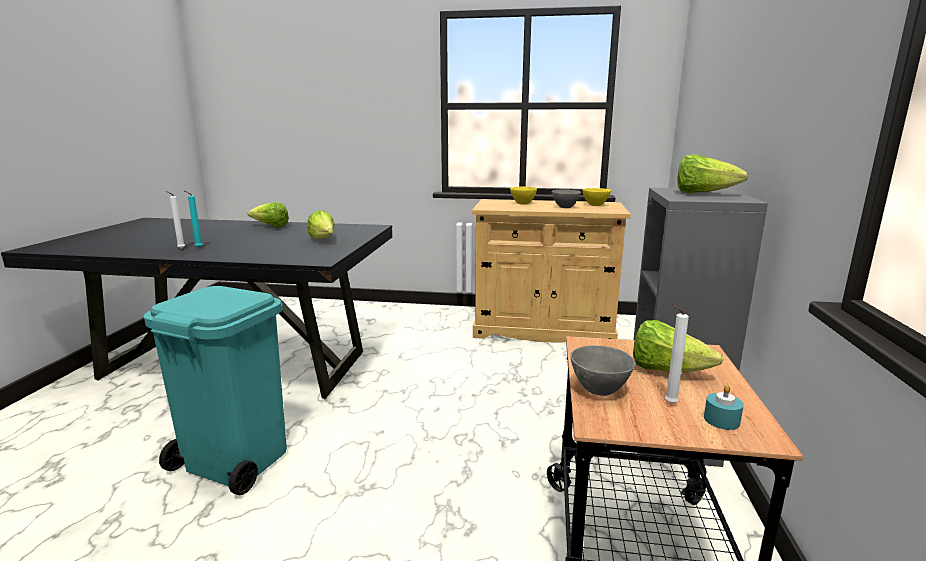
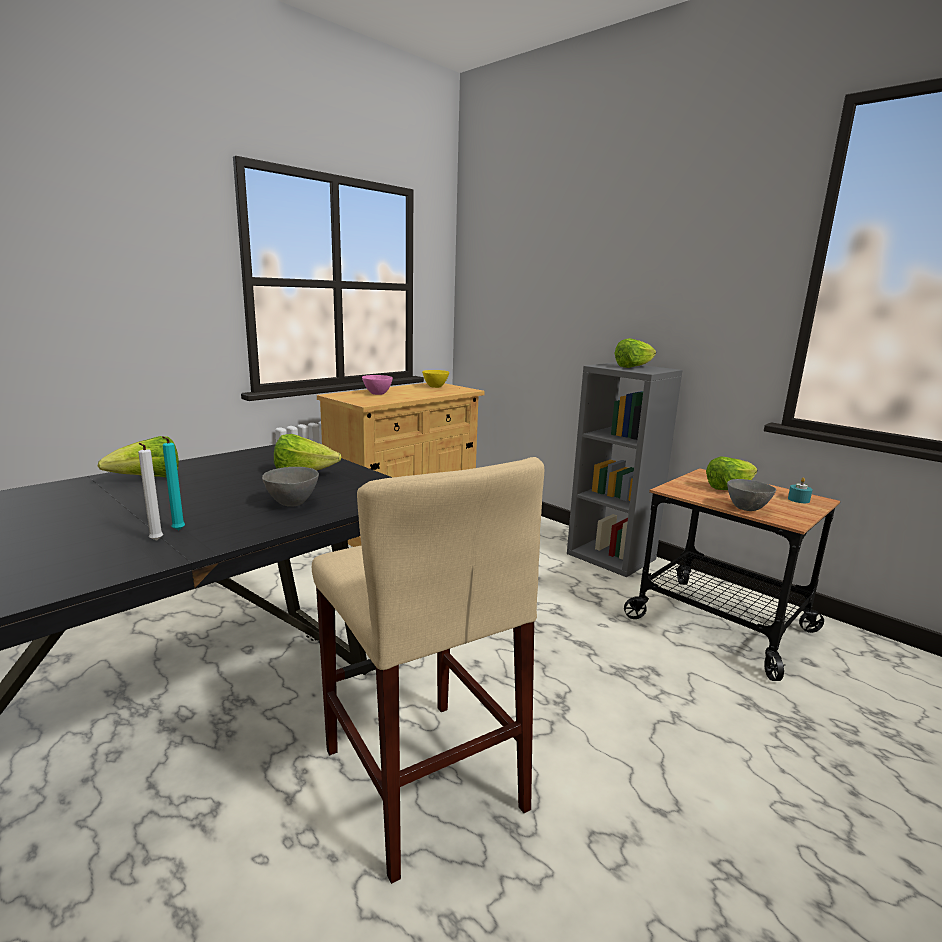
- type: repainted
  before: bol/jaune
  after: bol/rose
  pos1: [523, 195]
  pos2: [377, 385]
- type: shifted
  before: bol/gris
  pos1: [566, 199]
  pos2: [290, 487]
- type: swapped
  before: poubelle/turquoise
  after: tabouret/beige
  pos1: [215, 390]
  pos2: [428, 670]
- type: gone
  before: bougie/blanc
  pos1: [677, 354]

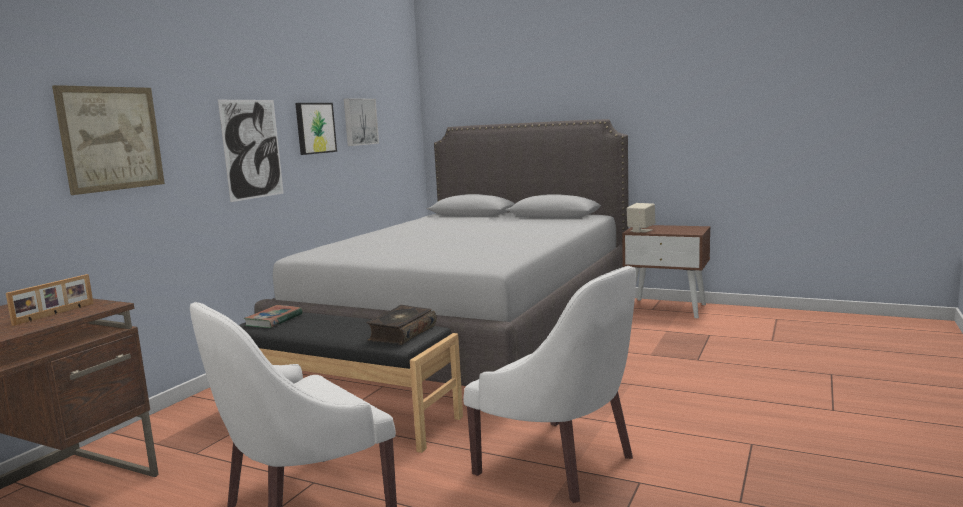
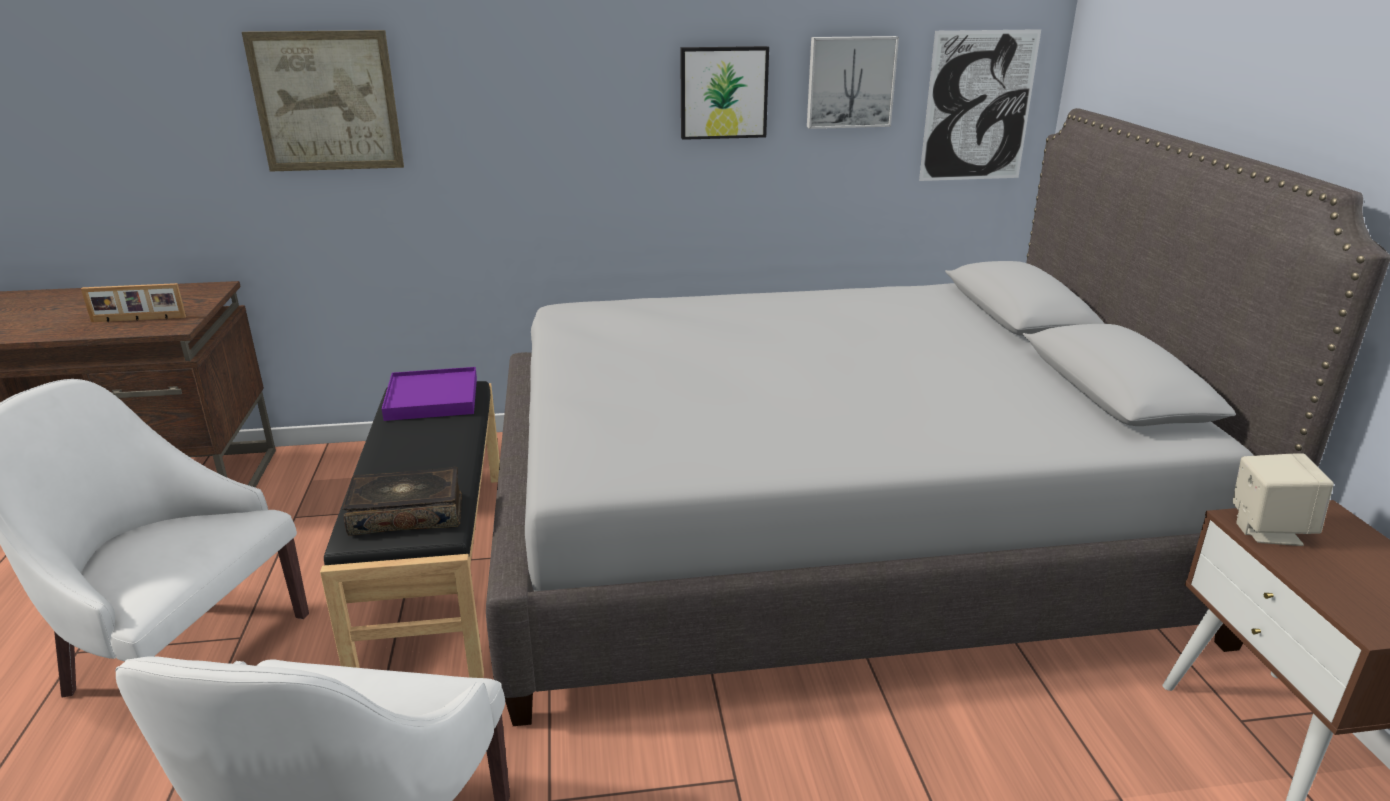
- type: shifted
  before: tableau
  pos1: [251, 151]
  pos2: [980, 105]
- type: swapped
  before: livre
  after: plateau/violet
  pos1: [273, 316]
  pos2: [429, 394]

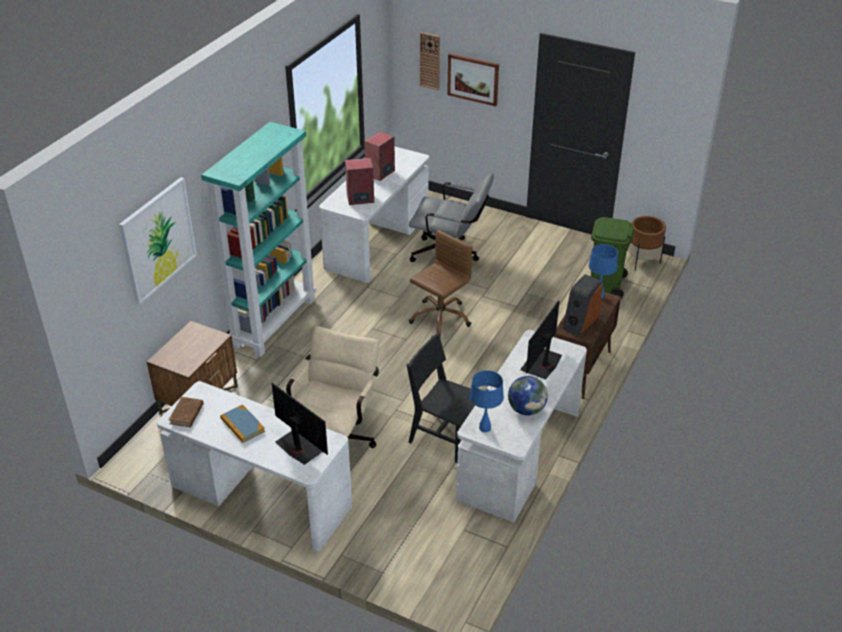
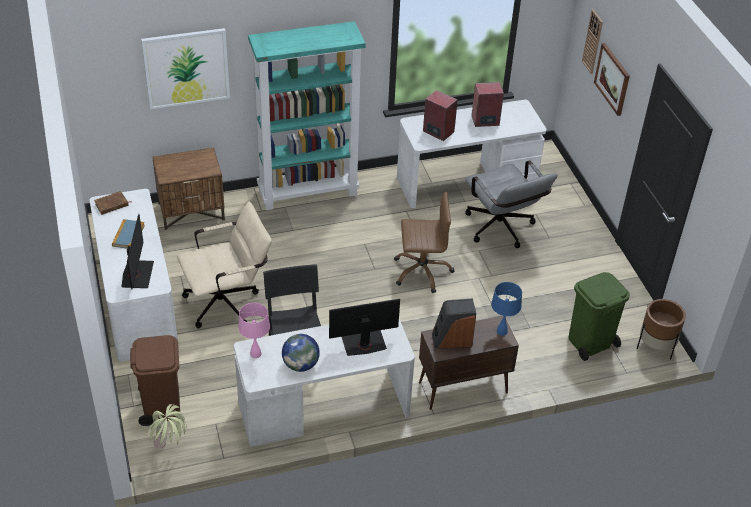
- type: repainted
  before: lampe de table/bleu
  after: lampe de table/rose
  pos1: [487, 401]
  pos2: [254, 330]
- type: new
  after: poubelle/marron
  pos2: [155, 380]
- type: new
  after: plante en pot
  pos2: [166, 426]

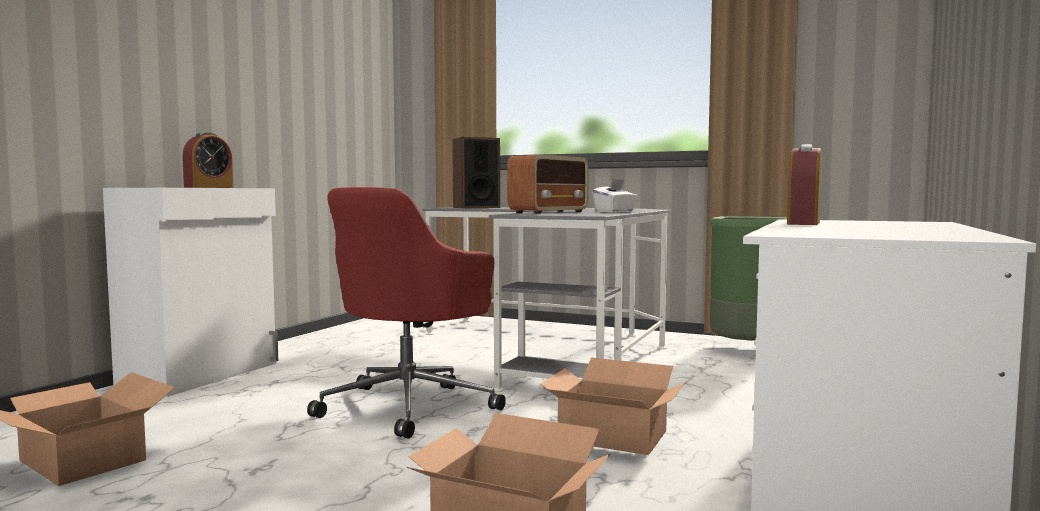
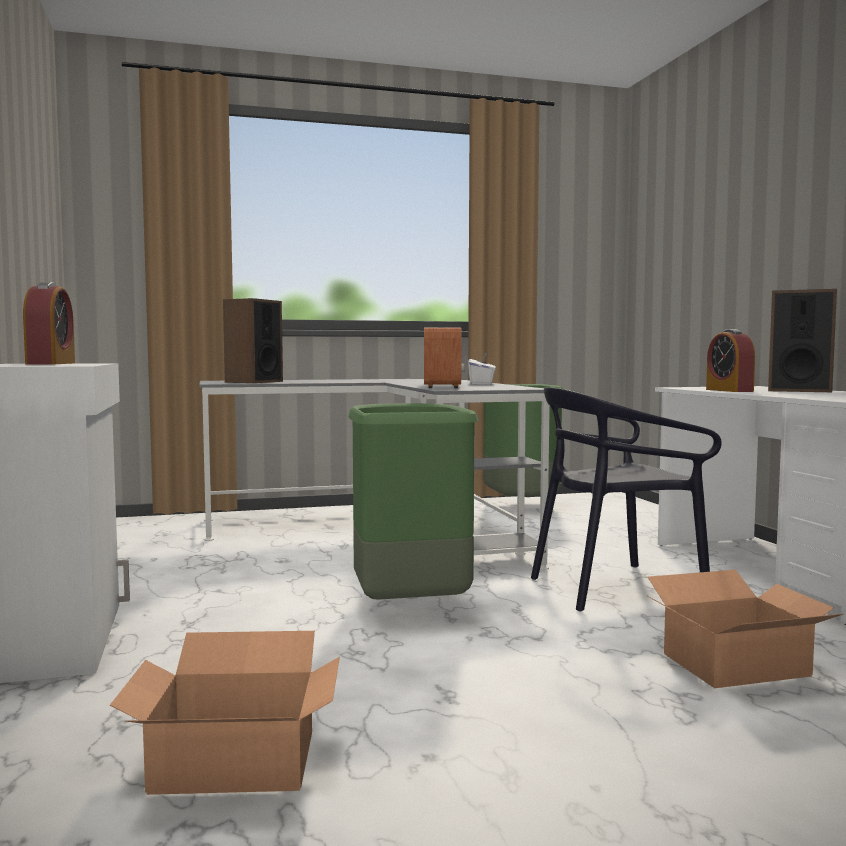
- type: swapped
  before: chaise de bureau/rouge
  after: poubelle/vert
  pos1: [406, 312]
  pos2: [413, 501]
- type: swapped
  before: carton
  after: chaise/noir
  pos1: [613, 406]
  pos2: [626, 499]
- type: new
  after: enceinte
  pos2: [802, 340]

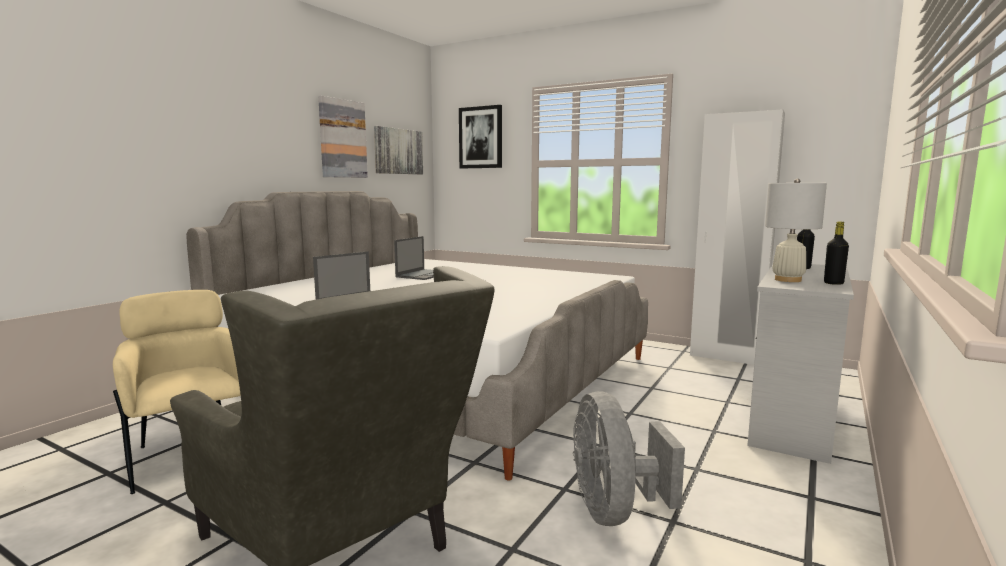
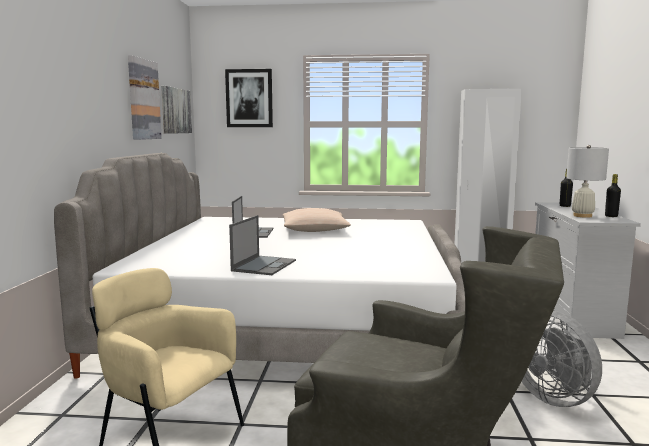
- type: new
  after: coussin/beige
  pos2: [316, 220]

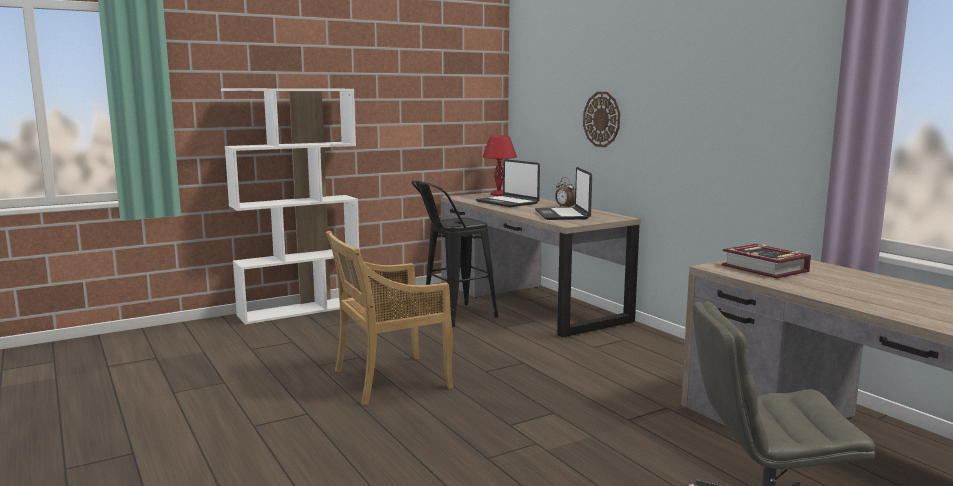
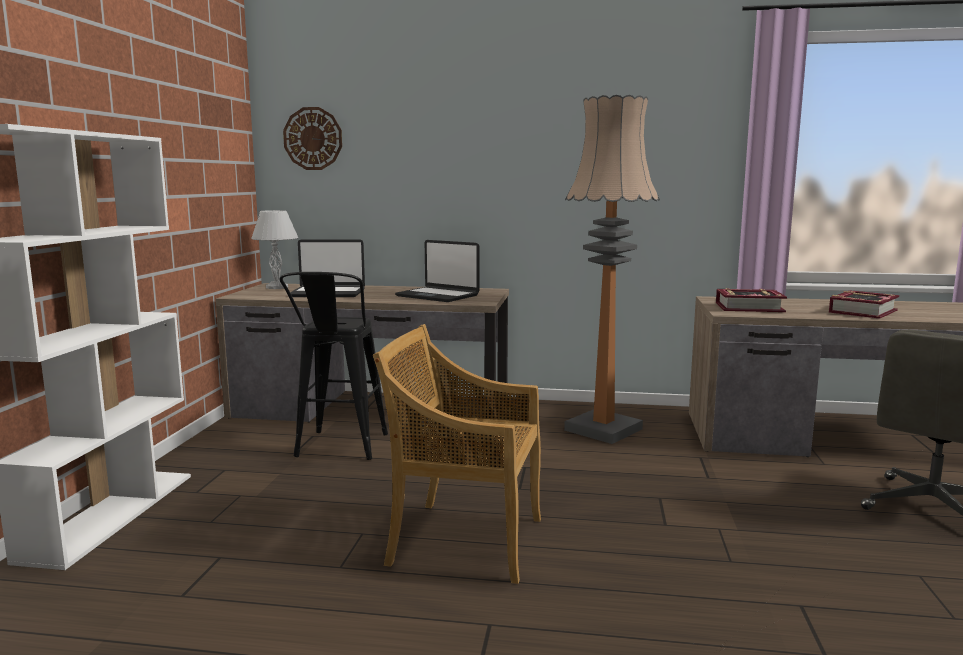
- type: shifted
  before: horloge murale
  pos1: [601, 119]
  pos2: [312, 138]
- type: repainted
  before: lampe de table/rouge
  after: lampe de table/blanc
  pos1: [499, 166]
  pos2: [274, 249]
- type: gone
  before: réveil
  pos1: [565, 192]
- type: rotated
  before: chaise/beige
  pos1: [389, 318]
  pos2: [457, 454]
  turn: 90
- type: new
  after: lampadaire
  pos2: [611, 269]
- type: new
  after: livre
  pos2: [864, 304]

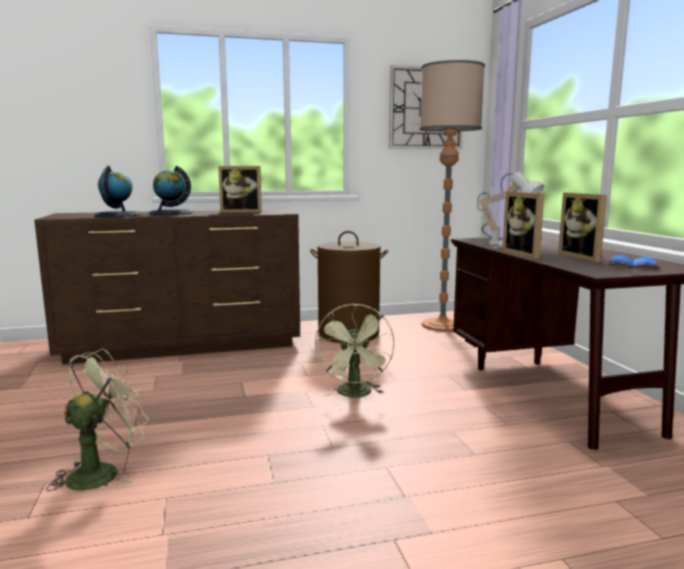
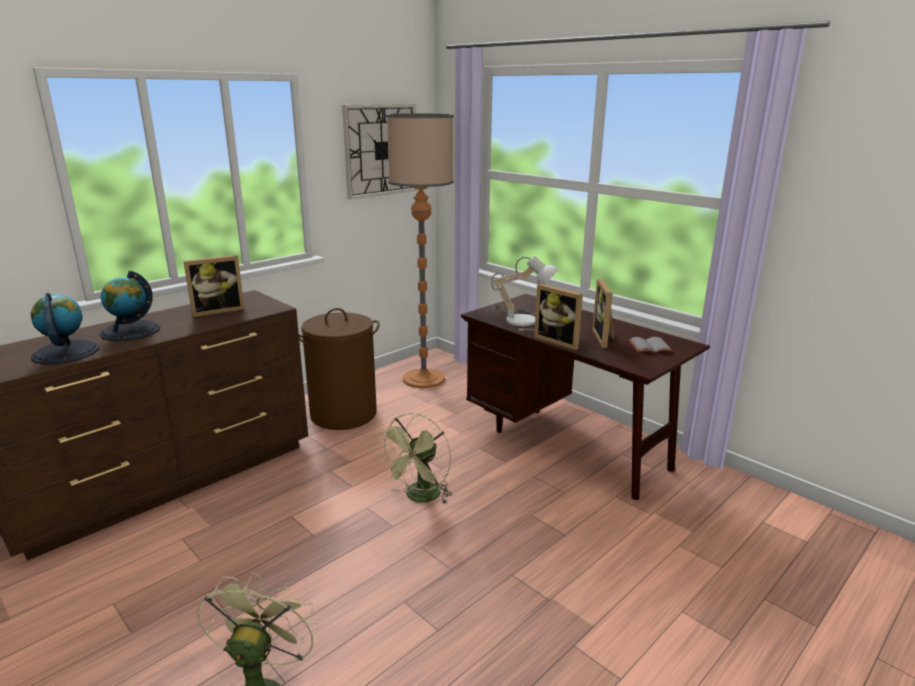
- type: rotated
  before: cadre photo
  pos1: [582, 227]
  pos2: [603, 313]
  turn: 45
- type: repainted
  before: livre/bleu
  after: livre/gris
  pos1: [633, 262]
  pos2: [651, 345]
- type: rotated
  before: ventilateur/vert
  pos1: [354, 351]
  pos2: [414, 459]
  turn: 60

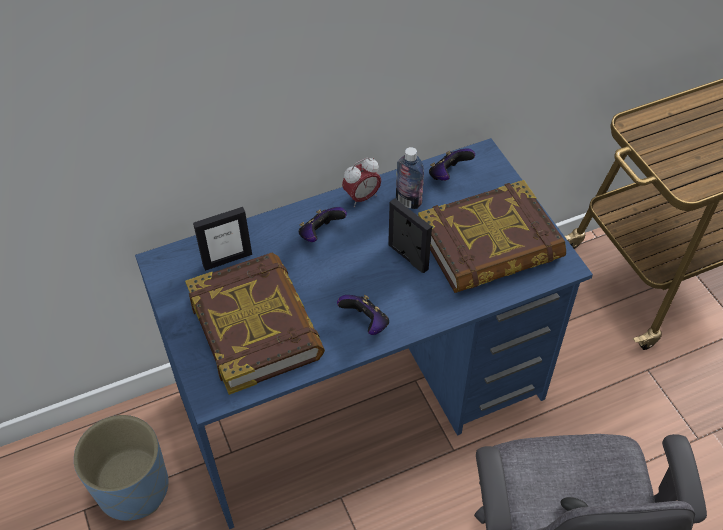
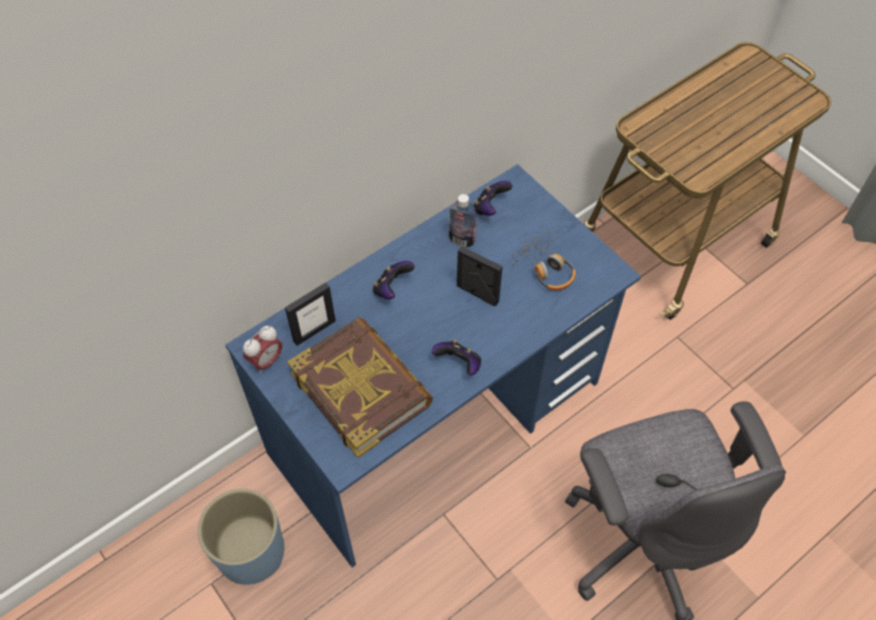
- type: shifted
  before: réveil
  pos1: [361, 182]
  pos2: [262, 350]
- type: swapped
  before: livre
  after: casque audio
  pos1: [492, 236]
  pos2: [544, 260]

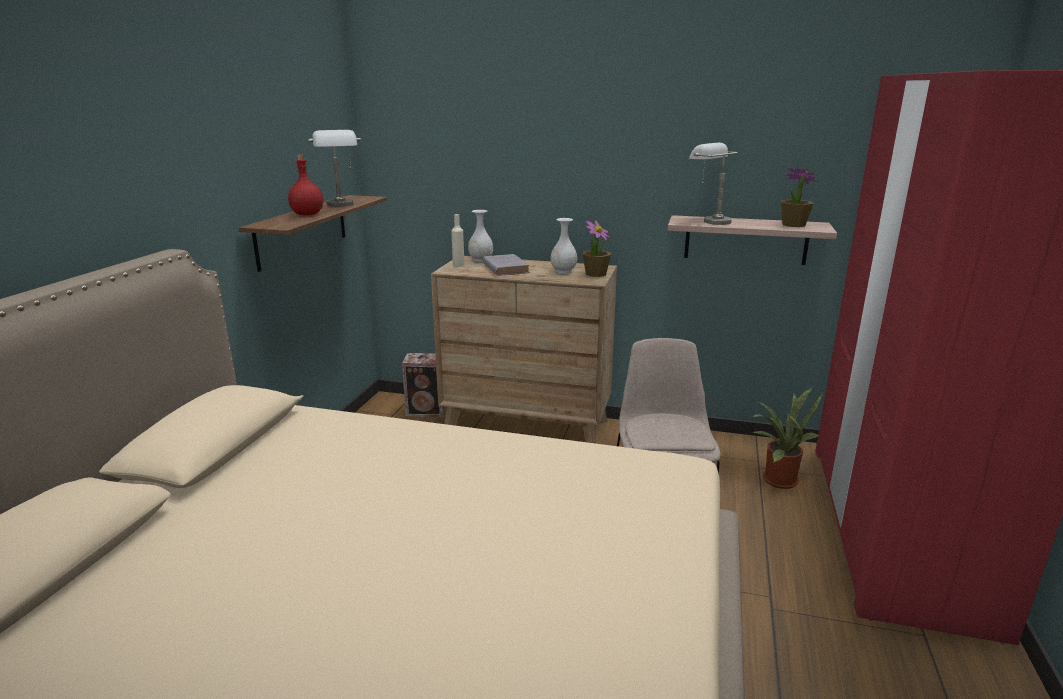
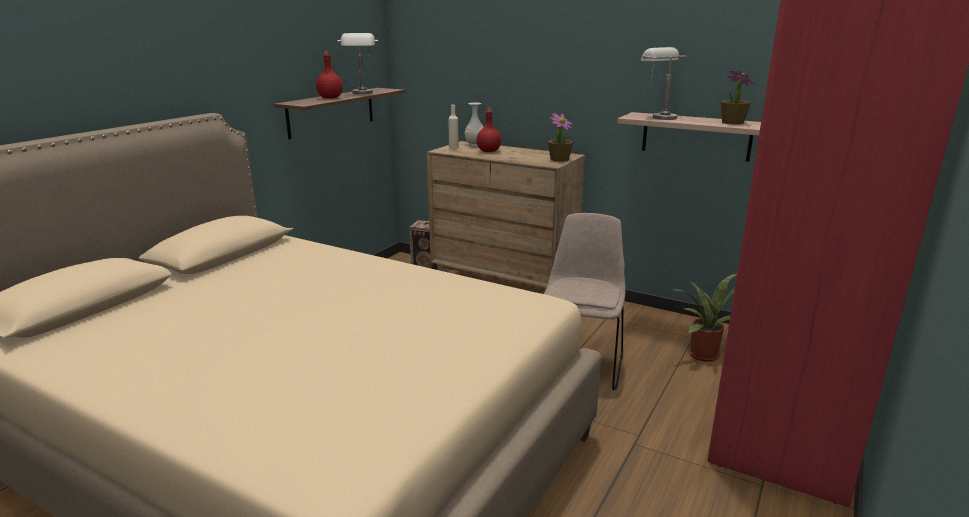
- type: gone
  before: vase/blanc
  pos1: [564, 246]
- type: swapped
  before: livre/gris
  after: bouteille/rouge
  pos1: [506, 265]
  pos2: [489, 130]

